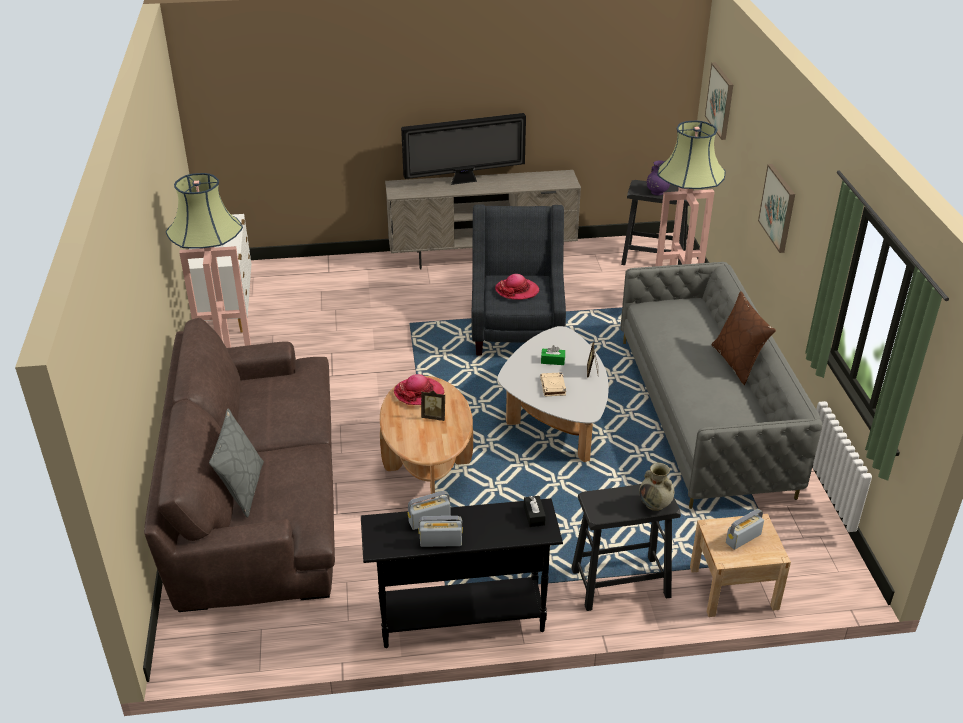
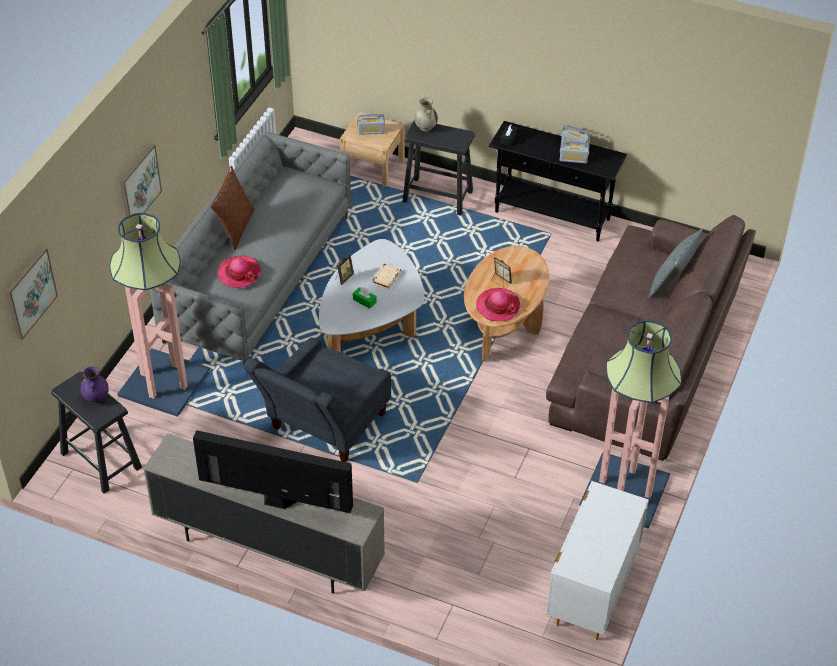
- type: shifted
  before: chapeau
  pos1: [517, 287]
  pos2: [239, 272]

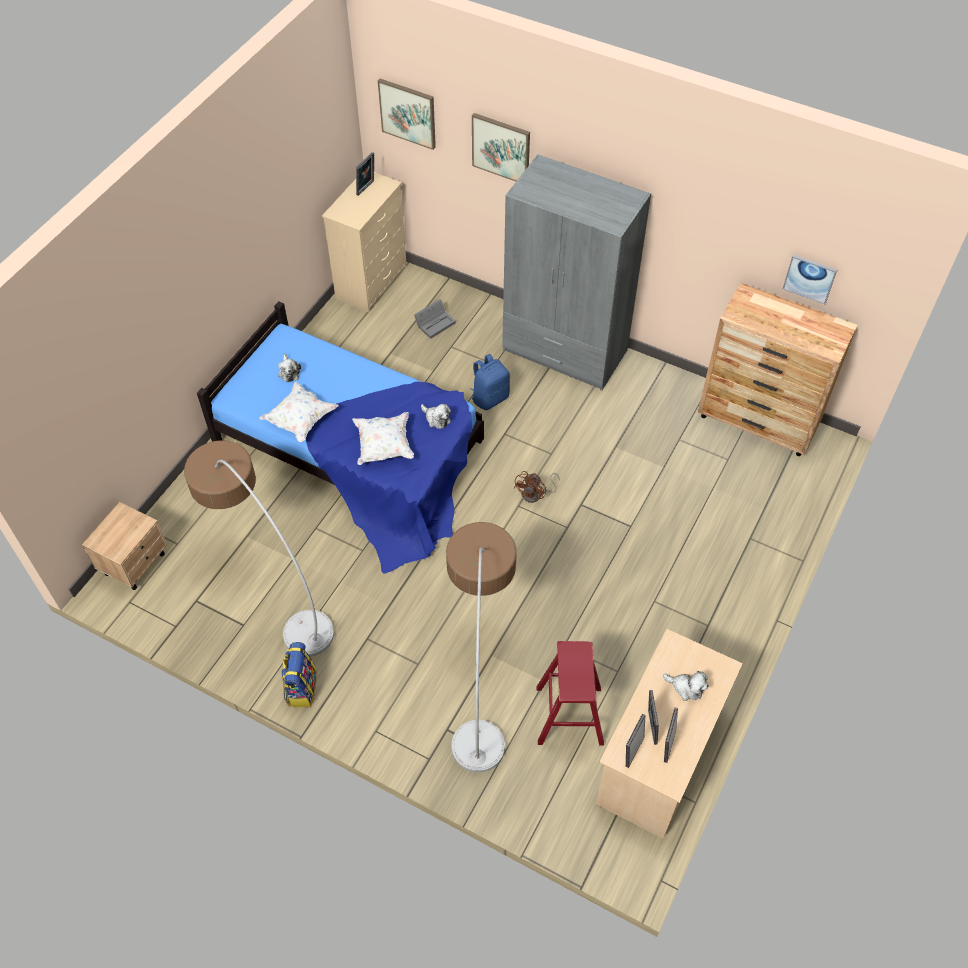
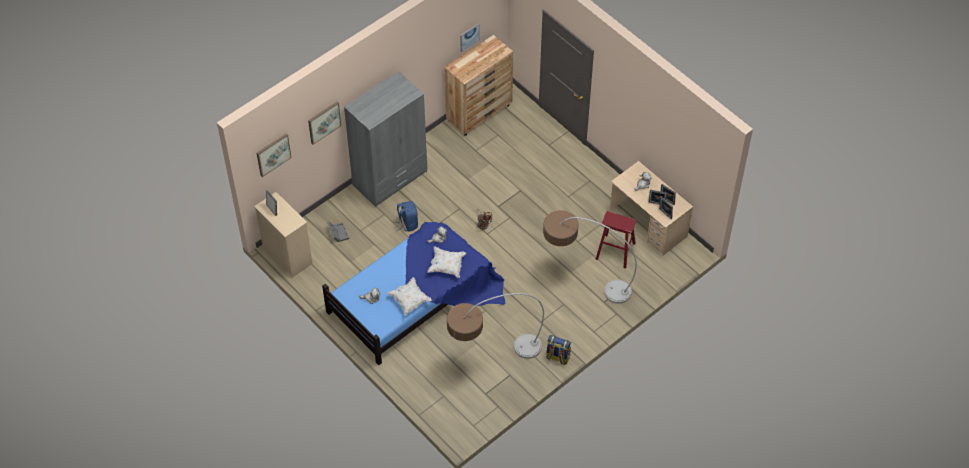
- type: gone
  before: table de chevet/beige
  pos1: [124, 546]

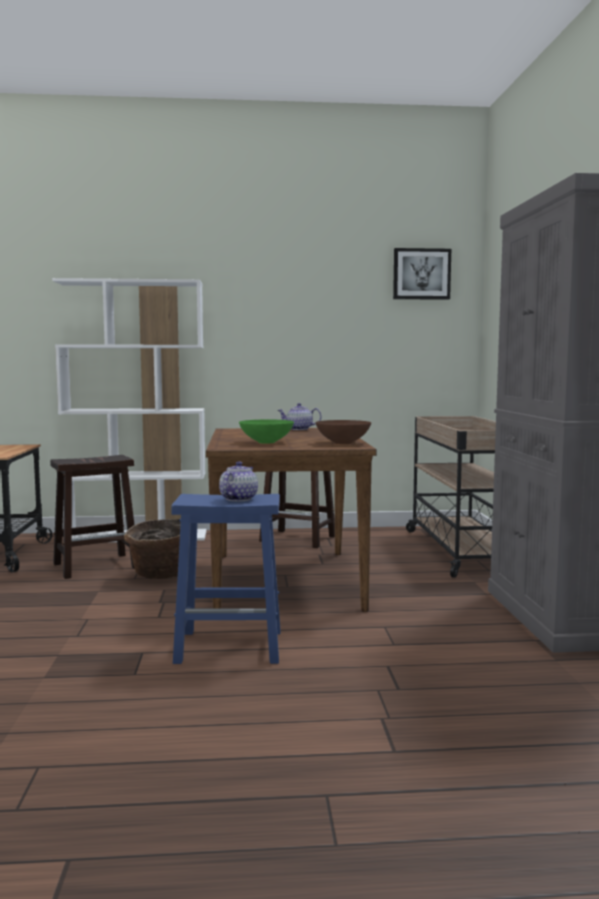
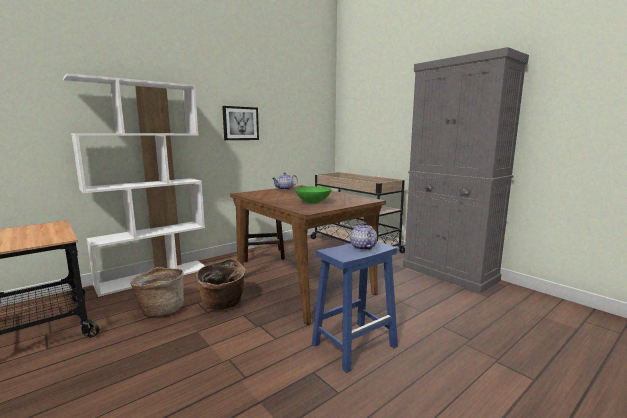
- type: shifted
  before: tableau
  pos1: [422, 274]
  pos2: [240, 123]
- type: gone
  before: bol/marron
  pos1: [343, 432]
- type: swapped
  before: tabouret/marron
  after: panier
  pos1: [92, 517]
  pos2: [157, 292]

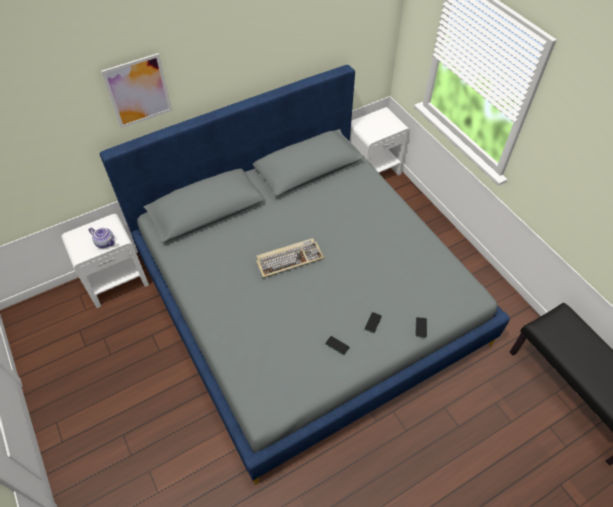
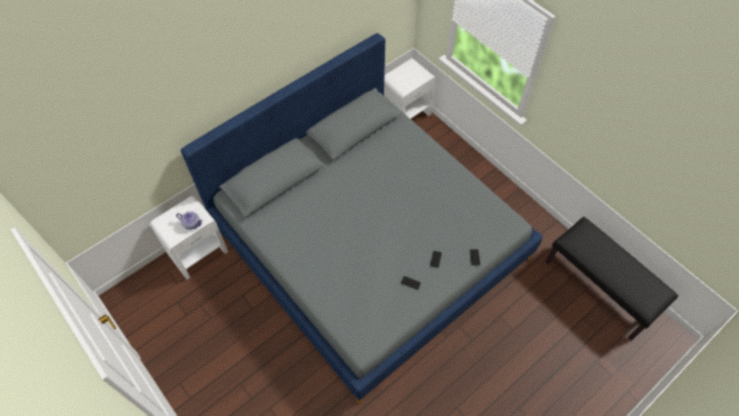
- type: gone
  before: tableau
  pos1: [136, 90]
- type: gone
  before: clavier
  pos1: [290, 258]

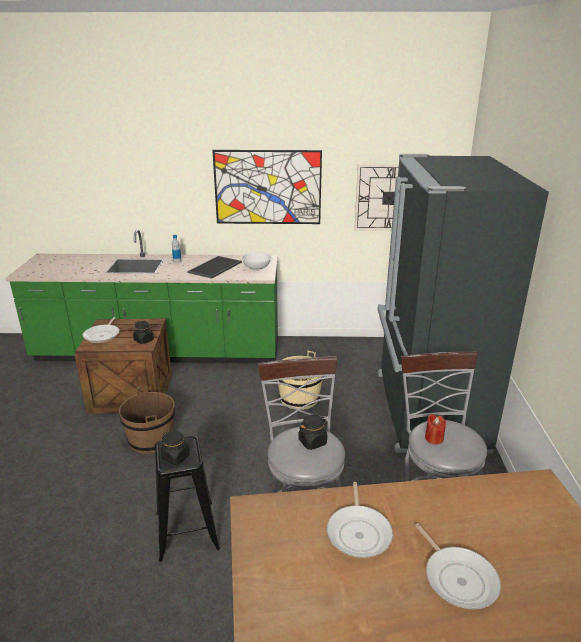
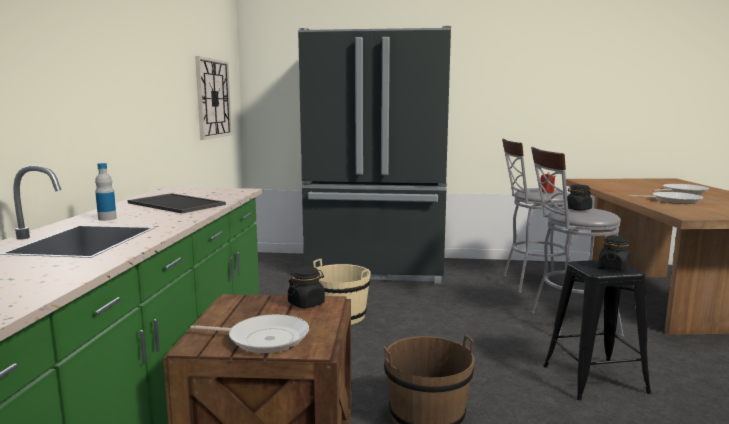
- type: gone
  before: tableau
  pos1: [267, 187]
- type: gone
  before: bol/blanc
  pos1: [256, 261]

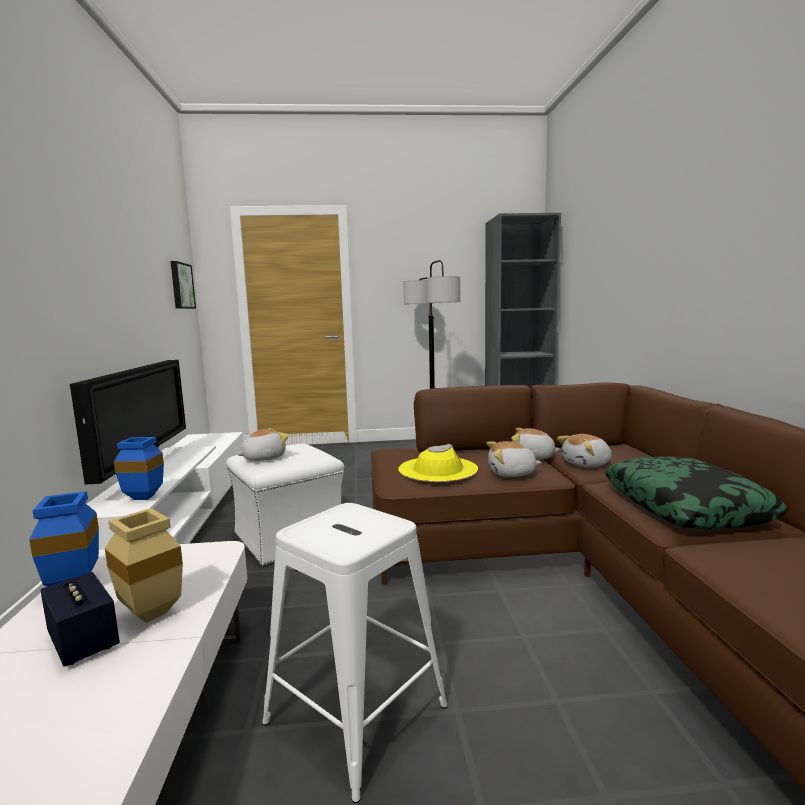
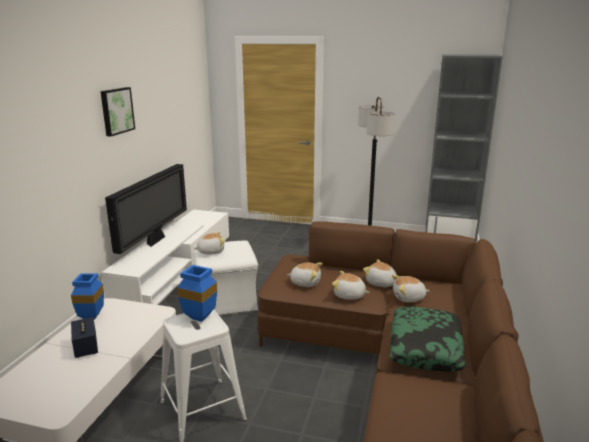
- type: shifted
  before: tableau
  pos1: [183, 285]
  pos2: [117, 111]
- type: shifted
  before: vase/bleu
  pos1: [139, 468]
  pos2: [197, 293]
- type: swapped
  before: chapeau/jaune
  after: peluche
  pos1: [438, 463]
  pos2: [305, 275]
- type: gone
  before: vase/beige
  pos1: [144, 565]

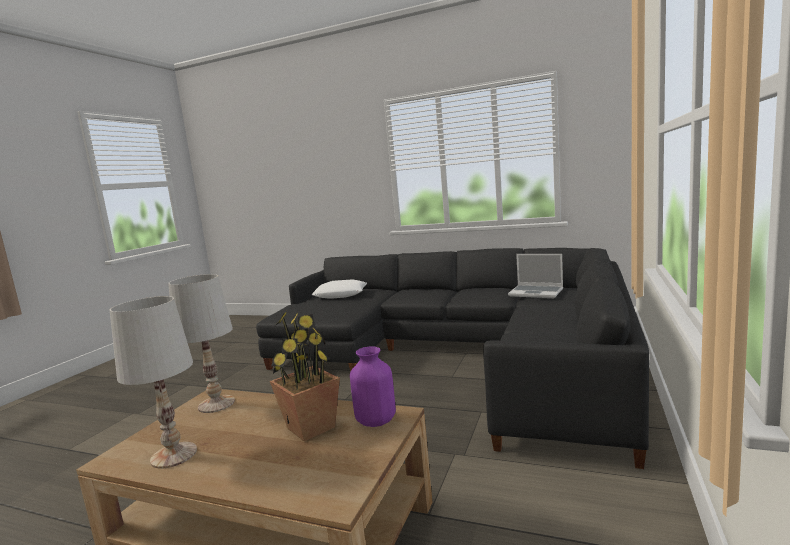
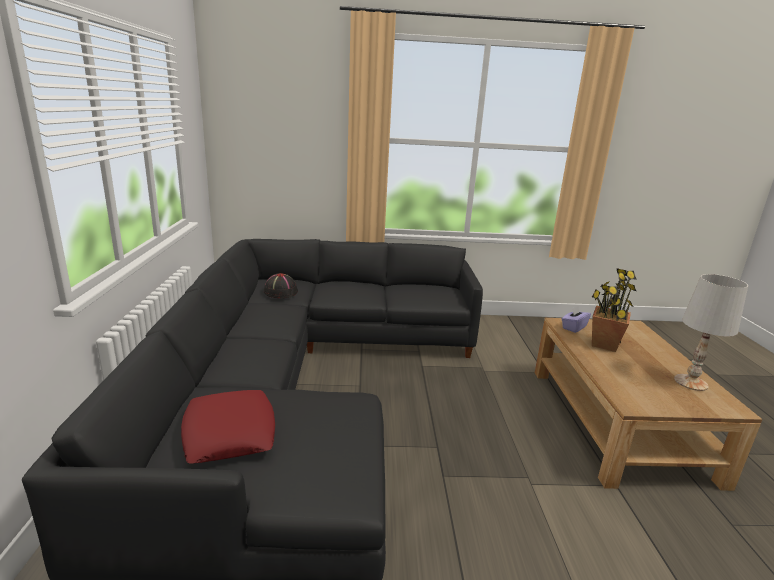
- type: swapped
  before: ordinateur portable
  after: chapeau/noir
  pos1: [535, 276]
  pos2: [281, 285]
- type: gone
  before: lampe de table/blanc
  pos1: [201, 343]
- type: repainted
  before: coussin/blanc
  after: coussin/rouge
  pos1: [339, 289]
  pos2: [228, 427]
- type: swapped
  before: vase/violet
  after: boîte à mouchoirs/violet
  pos1: [373, 386]
  pos2: [576, 319]

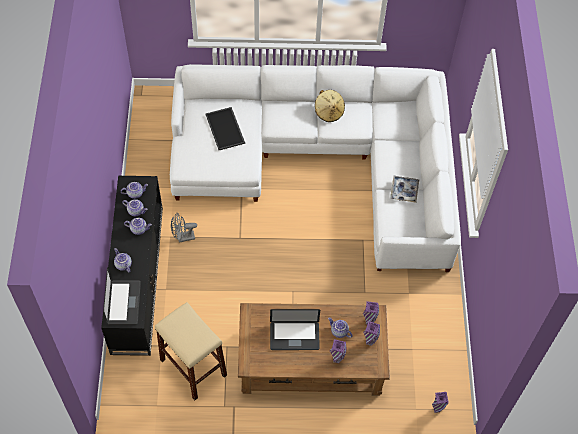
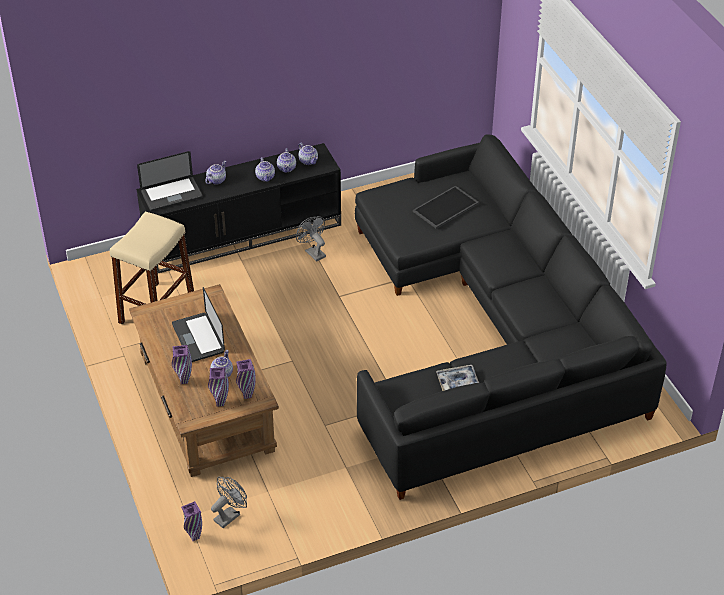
- type: repainted
  before: canapé/blanc
  after: canapé/noir
  pos1: [315, 168]
  pos2: [511, 317]
- type: gone
  before: chapeau/beige
  pos1: [330, 106]
- type: new
  after: ventilateur/gris
  pos2: [229, 502]

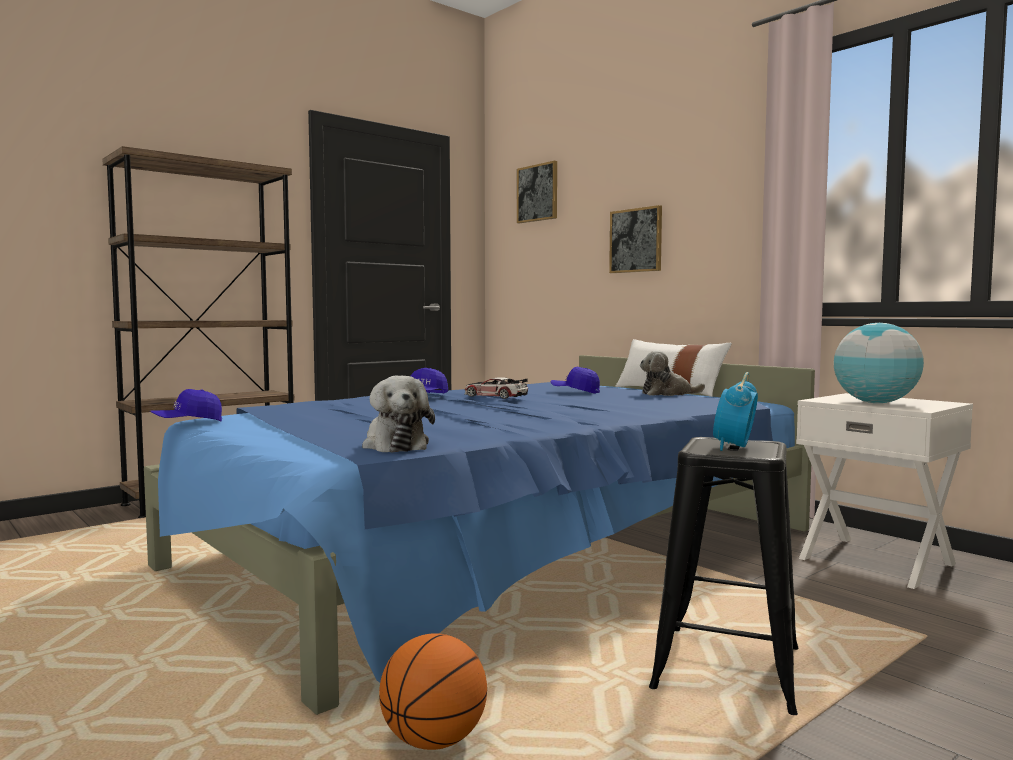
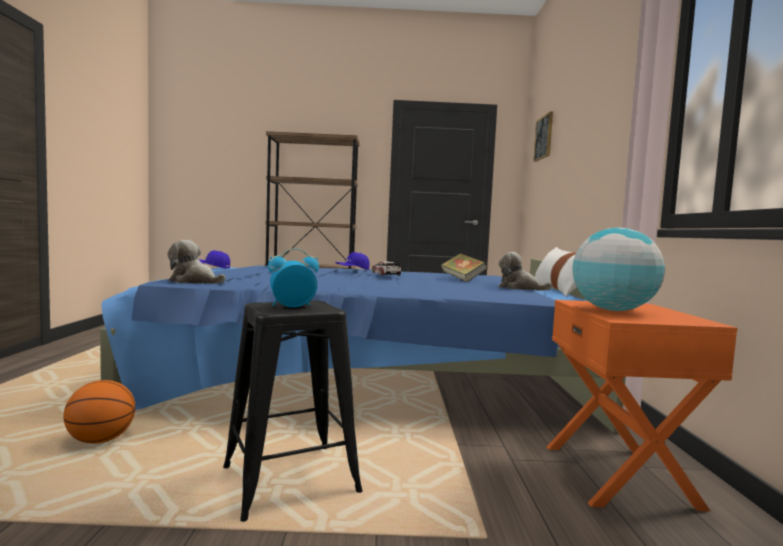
- type: gone
  before: tableau
  pos1: [635, 239]
- type: swapped
  before: casquette/bleu
  after: livre
  pos1: [575, 380]
  pos2: [464, 267]
- type: rotated
  before: peluche
  pos1: [398, 414]
  pos2: [196, 262]
  turn: 90
- type: repainted
  before: table de chevet/blanc
  after: table de chevet/orange
  pos1: [884, 491]
  pos2: [642, 405]

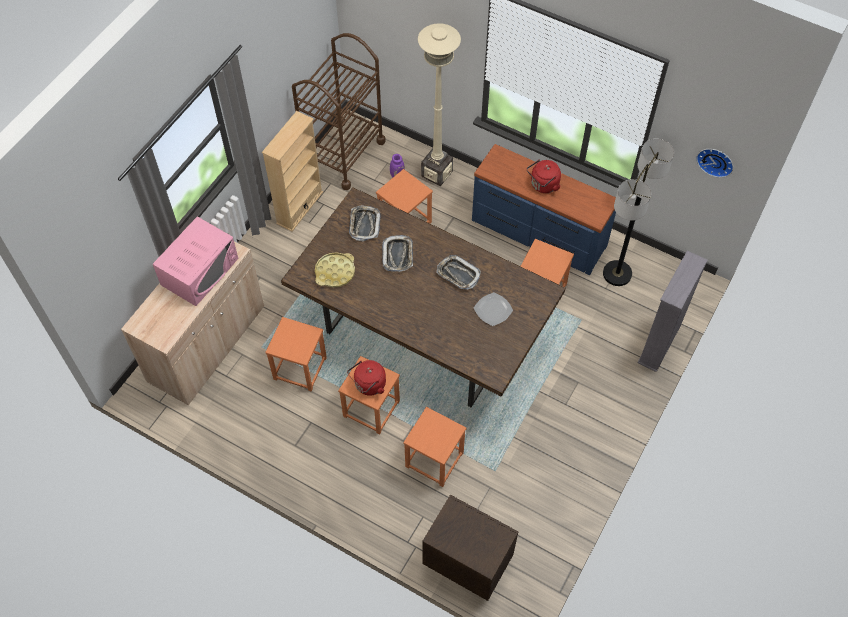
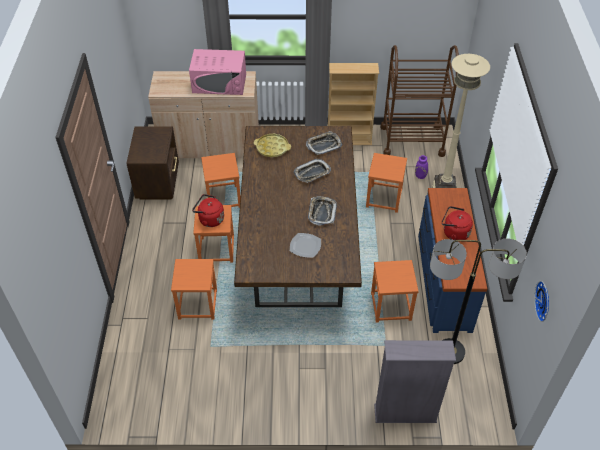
- type: shifted
  before: table de chevet/marron
  pos1: [470, 548]
  pos2: [152, 163]

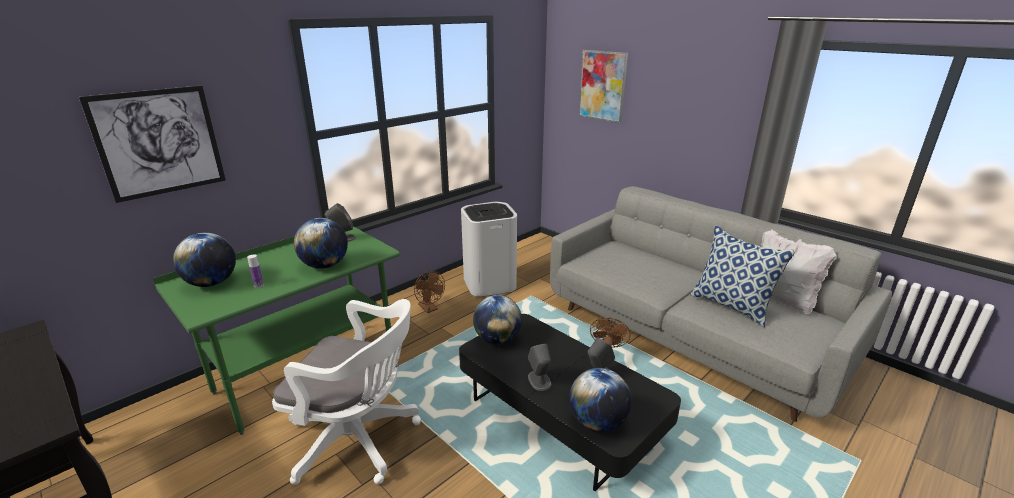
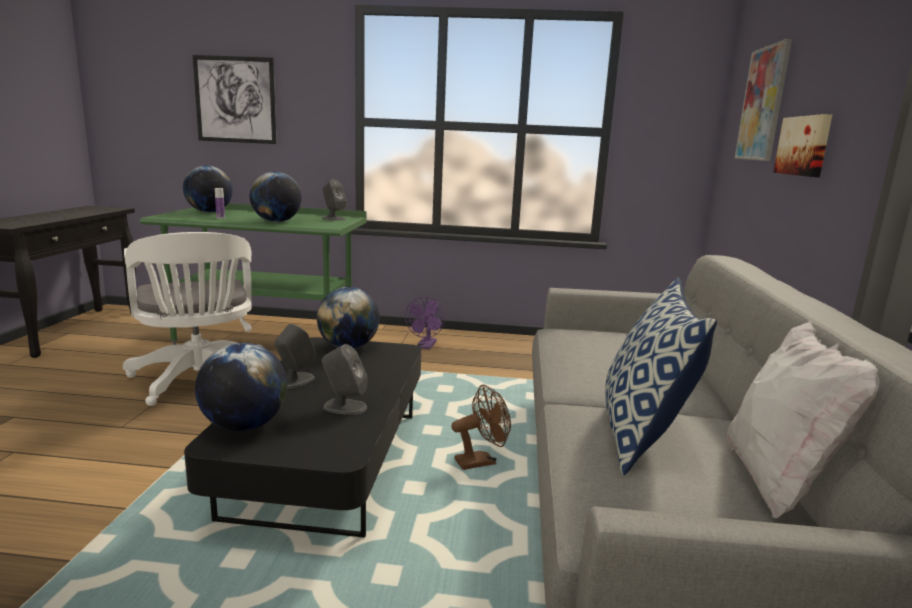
- type: gone
  before: poubelle/blanc
  pos1: [489, 249]
- type: repainted
  before: ventilateur/marron
  after: ventilateur/violet
  pos1: [429, 292]
  pos2: [425, 322]
- type: new
  after: tableau
  pos2: [802, 145]

